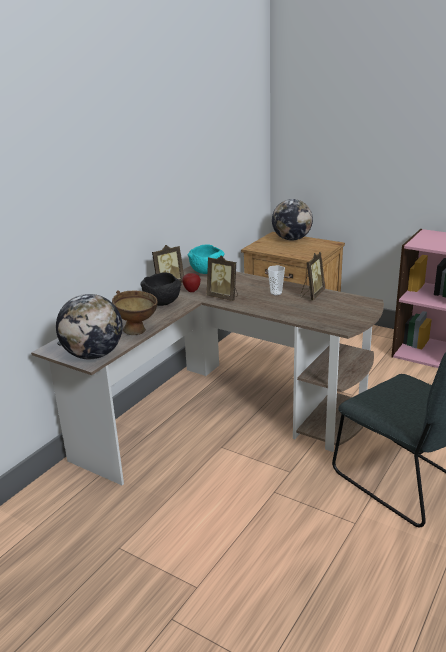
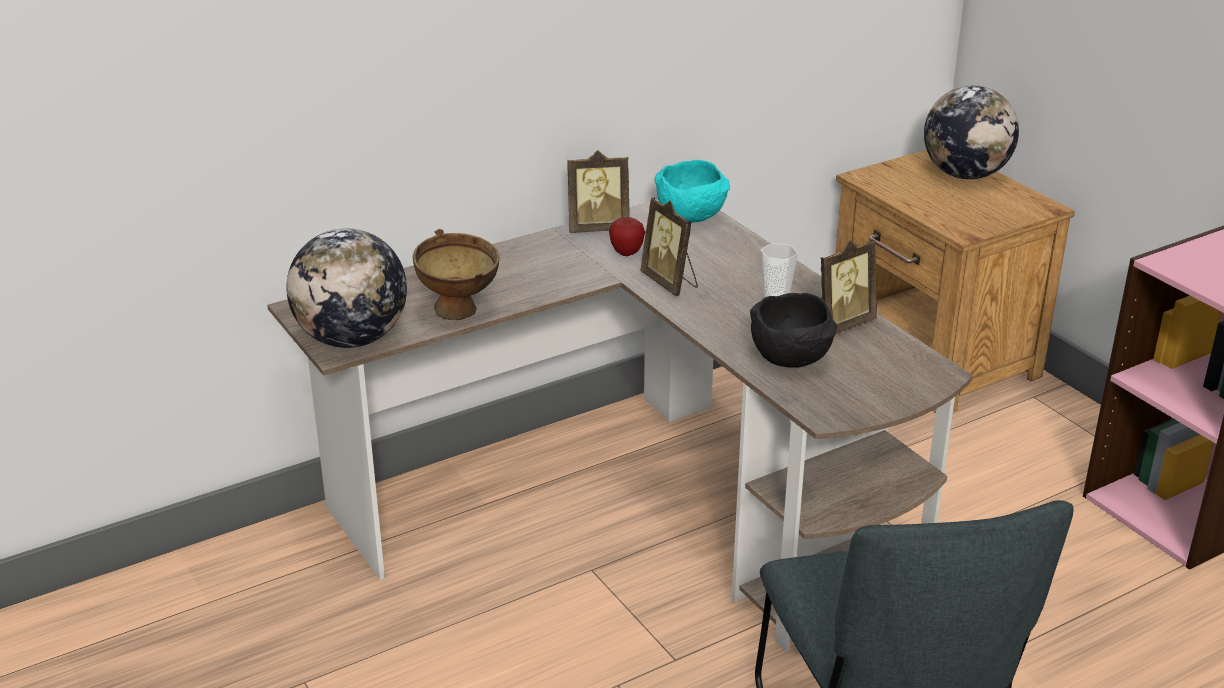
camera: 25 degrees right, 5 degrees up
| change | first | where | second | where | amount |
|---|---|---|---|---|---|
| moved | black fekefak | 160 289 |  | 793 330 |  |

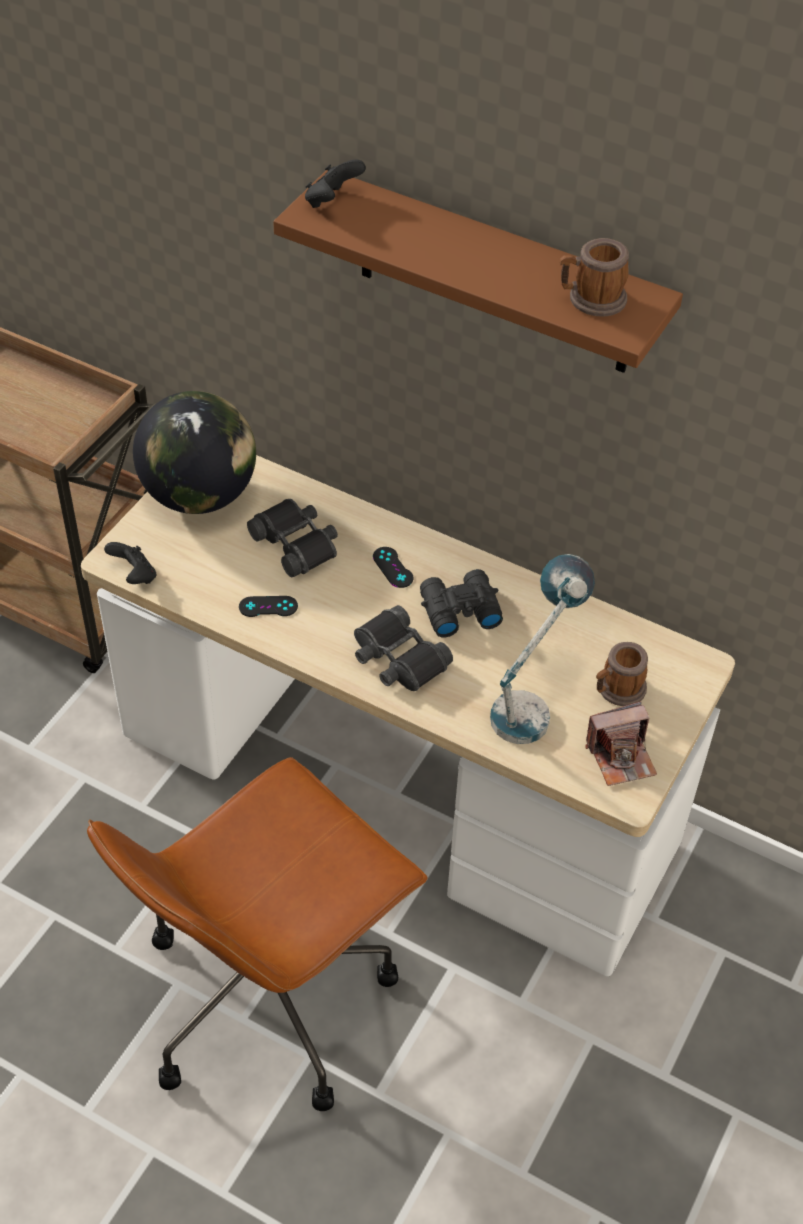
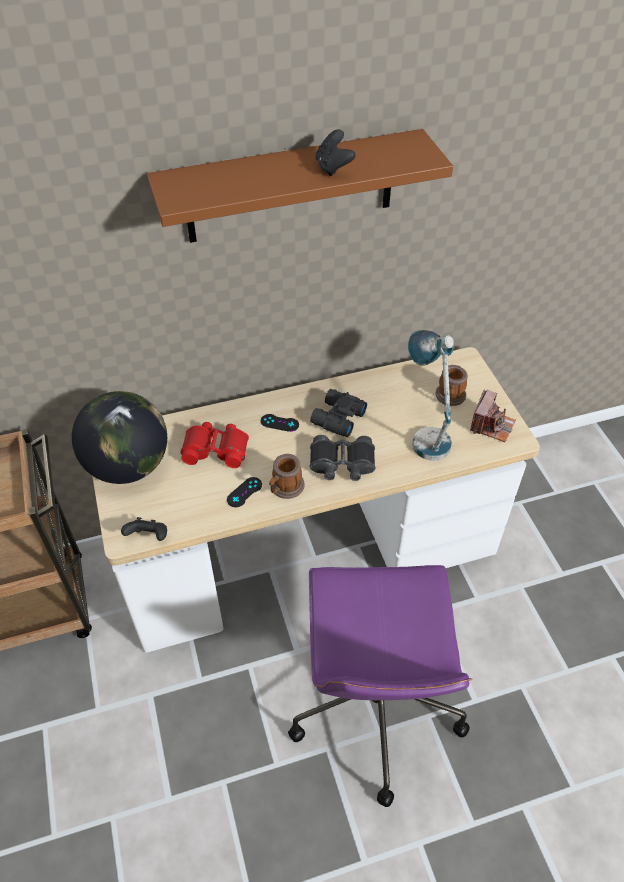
camera: 45 degrees left, 0 degrees up
| change | first | where | second | where | amount |
|---|---|---|---|---|---|
| moved | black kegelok | 335 183 |  | 335 152 |  |
| moved | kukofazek | 594 277 |  | 287 476 |  |
| recoloured | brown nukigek | 257 934 | purple nukigek | 380 686 |  |
| recoloured | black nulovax | 292 538 | red nulovax | 214 445 |  |

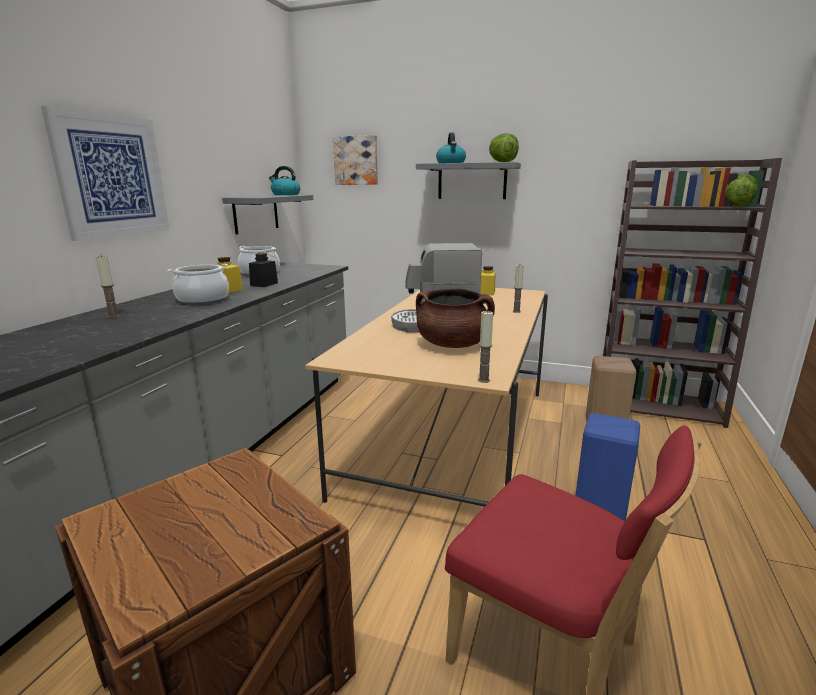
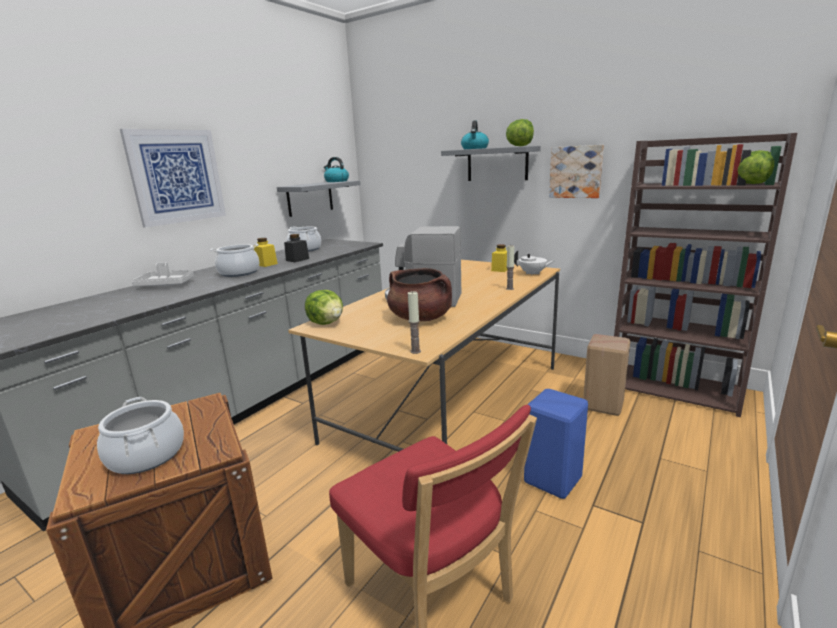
camera: 15 degrees right, 0 degrees up
| change | first | where | second | where | amount |
|---|---|---|---|---|---|
| added |  |  | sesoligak | 140 435 |  |
| added |  |  | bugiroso | 324 307 |  |
| added |  |  | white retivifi | 534 263 |  |
| moved | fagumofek | 355 160 |  | 576 171 |  |
| replaced | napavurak | 108 287 | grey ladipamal | 163 274 |  |

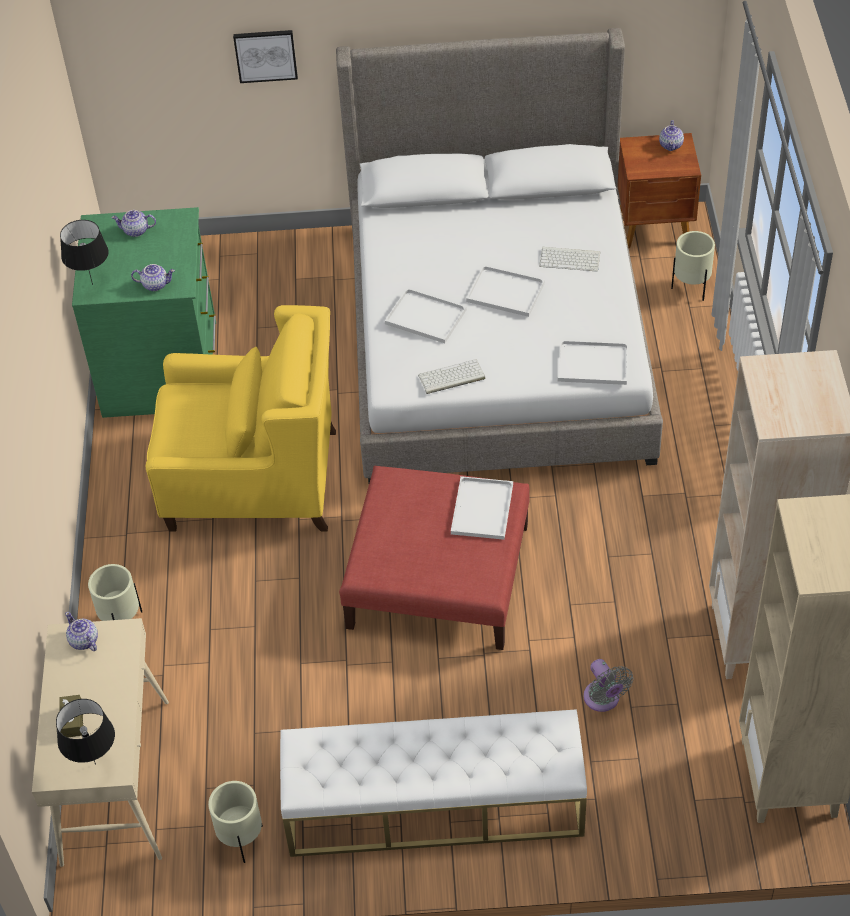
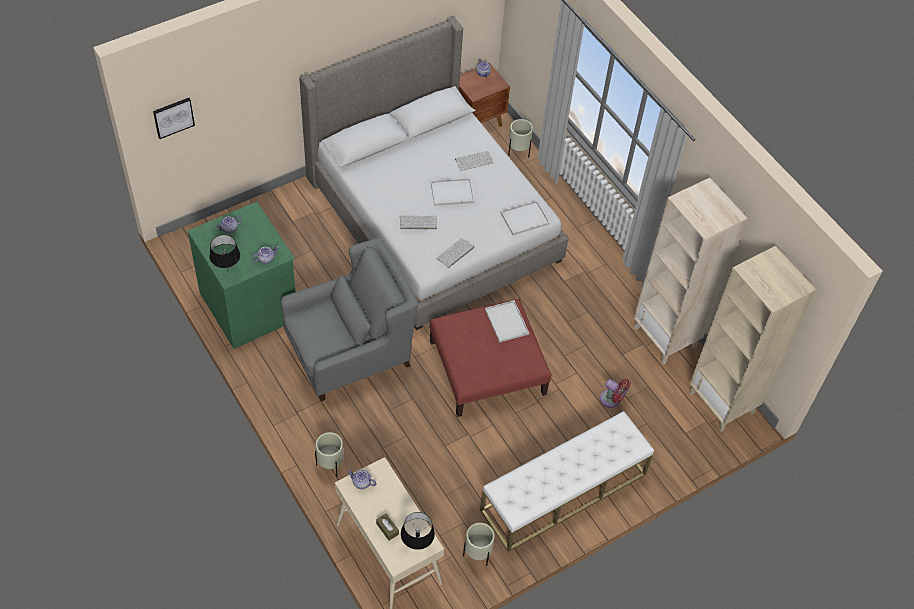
camera: 35 degrees left, 5 degrees up
| change | first | where | second | where | amount |
|---|---|---|---|---|---|
| moved | fagumofek | 265 56 |  | 174 118 |  |
| replaced | white ladipamal | 426 315 | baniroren | 418 222 |  |
| recoloured | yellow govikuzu | 241 418 | grey govikuzu | 349 320 |  |
| recoloured | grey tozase | 608 685 | red tozase | 615 393 |  |

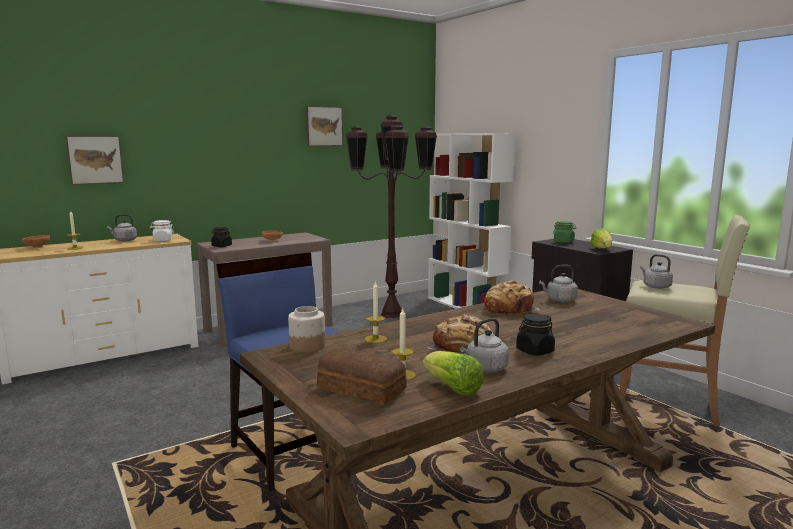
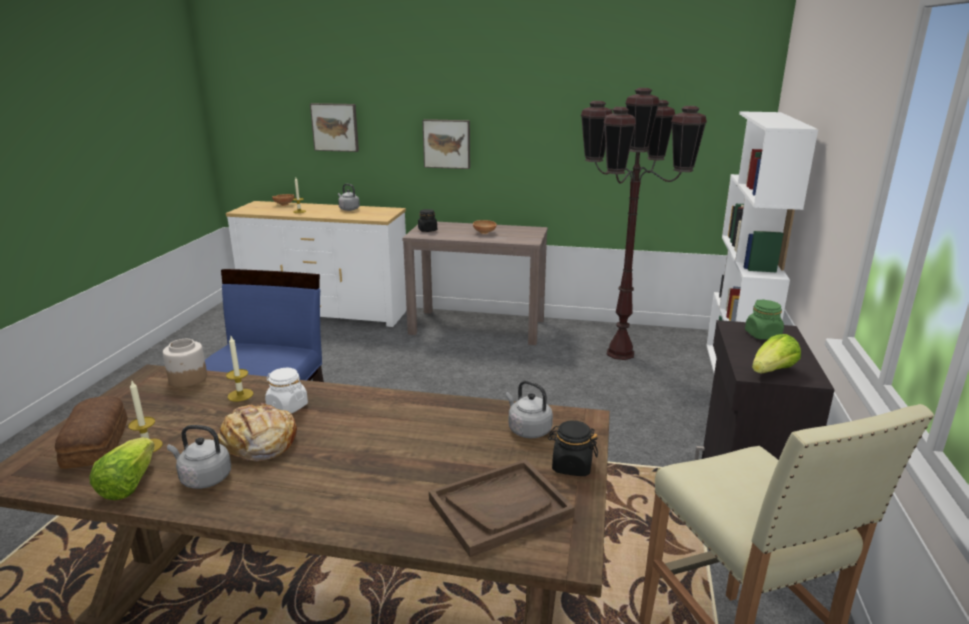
camera: 45 degrees right, 10 degrees up
| change | first | where | second | where | amount |
|---|---|---|---|---|---|
| removed | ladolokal | 511 298 |  |  |  |
| removed | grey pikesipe | 656 271 |  |  |  |
| added |  |  | brown ladipamal | 502 508 |  |
| moved | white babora | 162 231 |  | 286 391 |  |
| moved | fagumofek | 324 126 |  | 446 144 |  |
| moved | black babora | 535 335 |  | 573 448 |  |

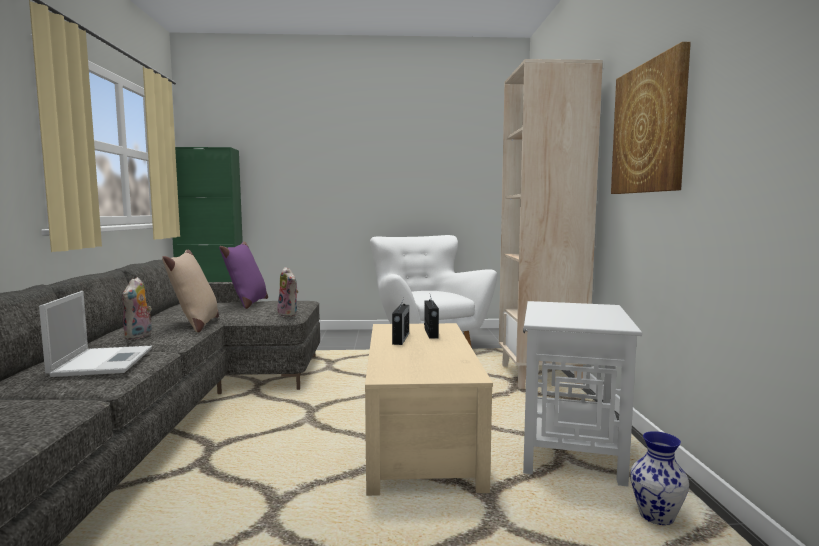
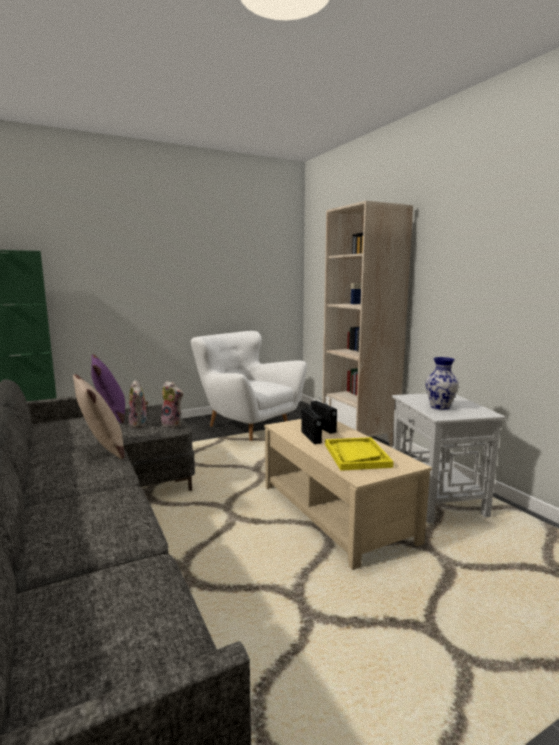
camera: 25 degrees left, 5 degrees up
| change | first | where | second | where | amount |
|---|---|---|---|---|---|
| removed | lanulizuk | 95 334 |  |  |  |
| removed | fagumofek | 651 118 |  |  |  |
| added |  |  | yellow ladipamal | 359 454 |  |
| moved | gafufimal | 137 308 |  | 139 404 |  |
| moved | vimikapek | 659 478 |  | 442 383 |  |

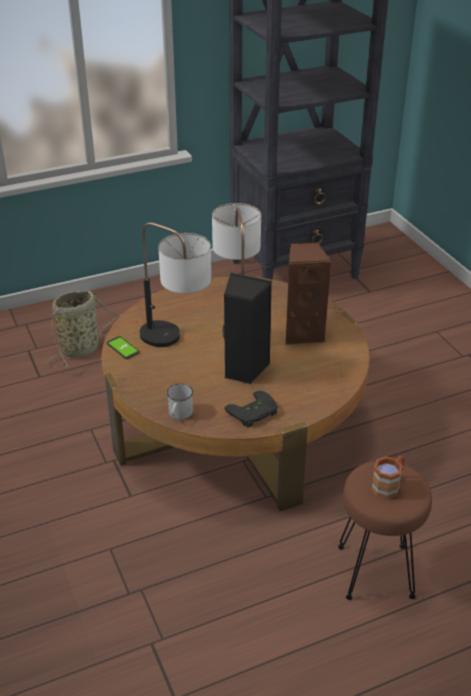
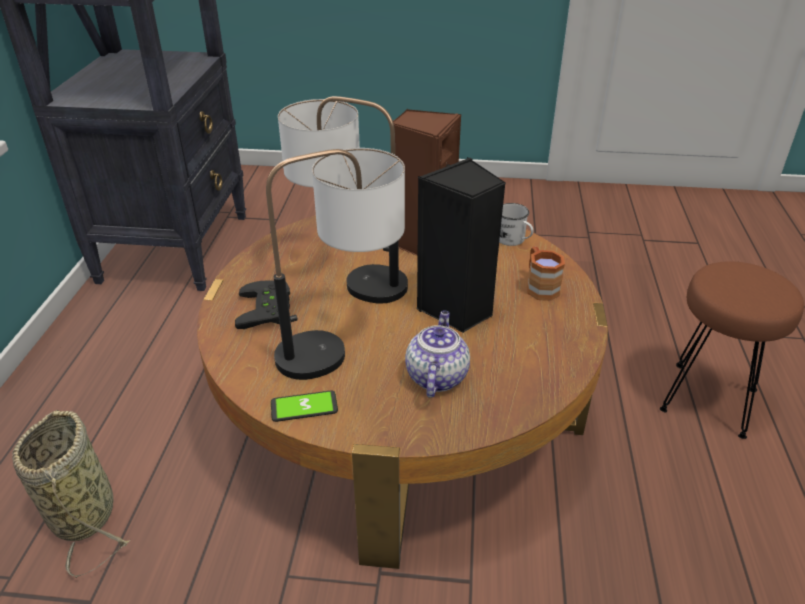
camera: 60 degrees left, 0 degrees up
| change | first | where | second | where | amount |
|---|---|---|---|---|---|
| added |  |  | retivifi | 437 354 |  |
| moved | white kukofazek | 180 402 |  | 516 224 |  |
| moved | black kegelok | 251 409 |  | 262 305 |  |
| moved | brown kukofazek | 387 477 |  | 546 274 |  |

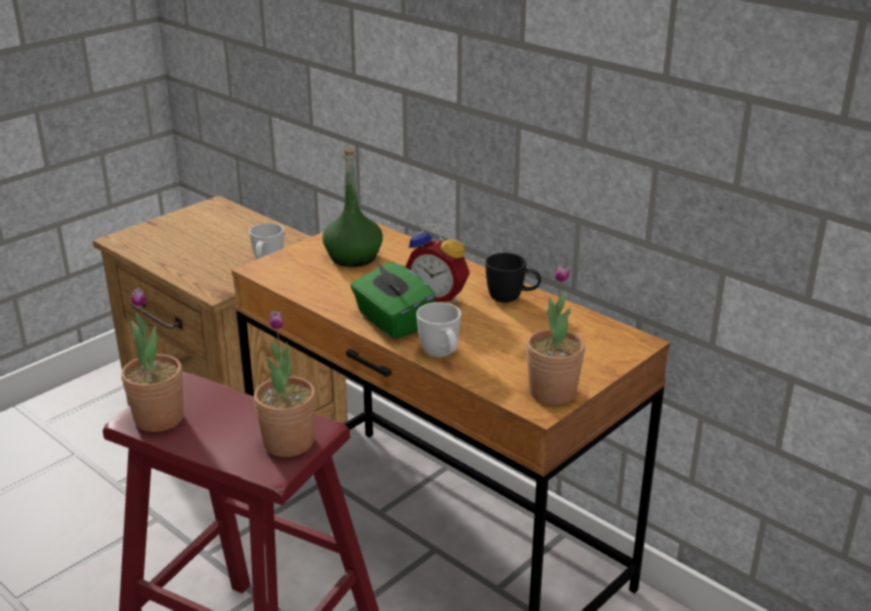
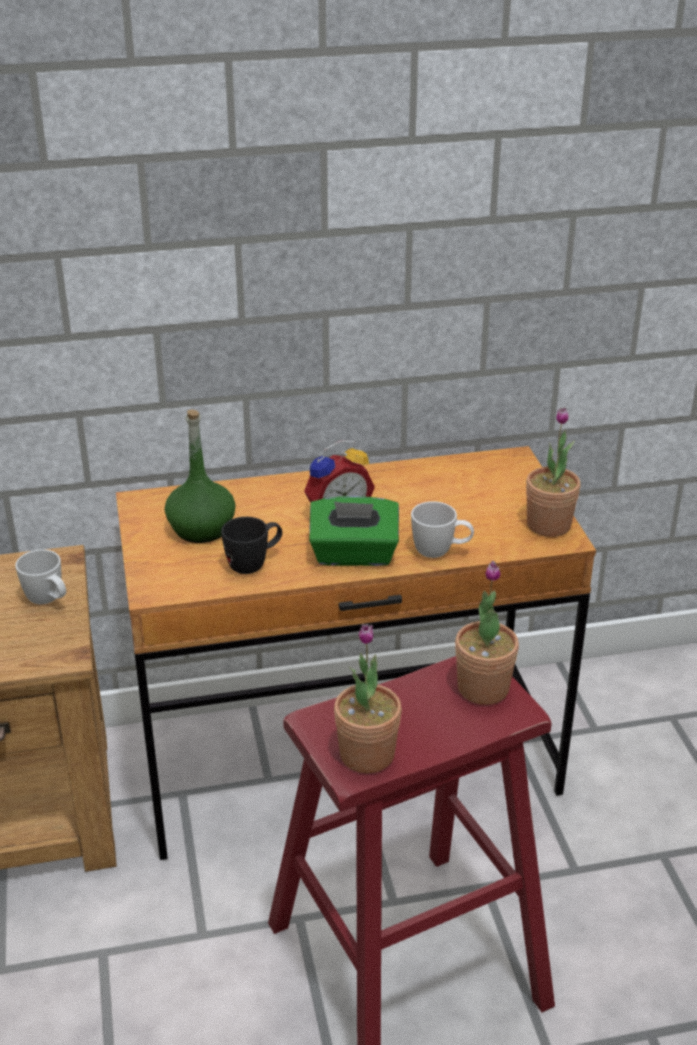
camera: 55 degrees left, 5 degrees up
| change | first | where | second | where | amount |
|---|---|---|---|---|---|
| moved | black kukofazek | 513 278 |  | 251 545 |  |

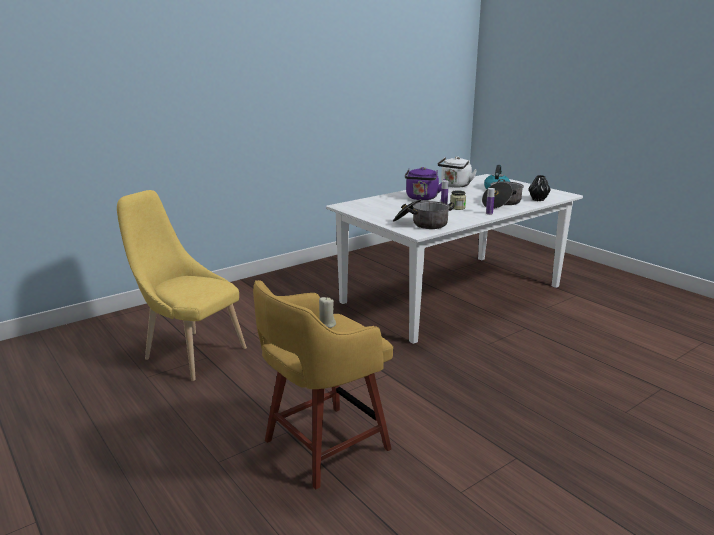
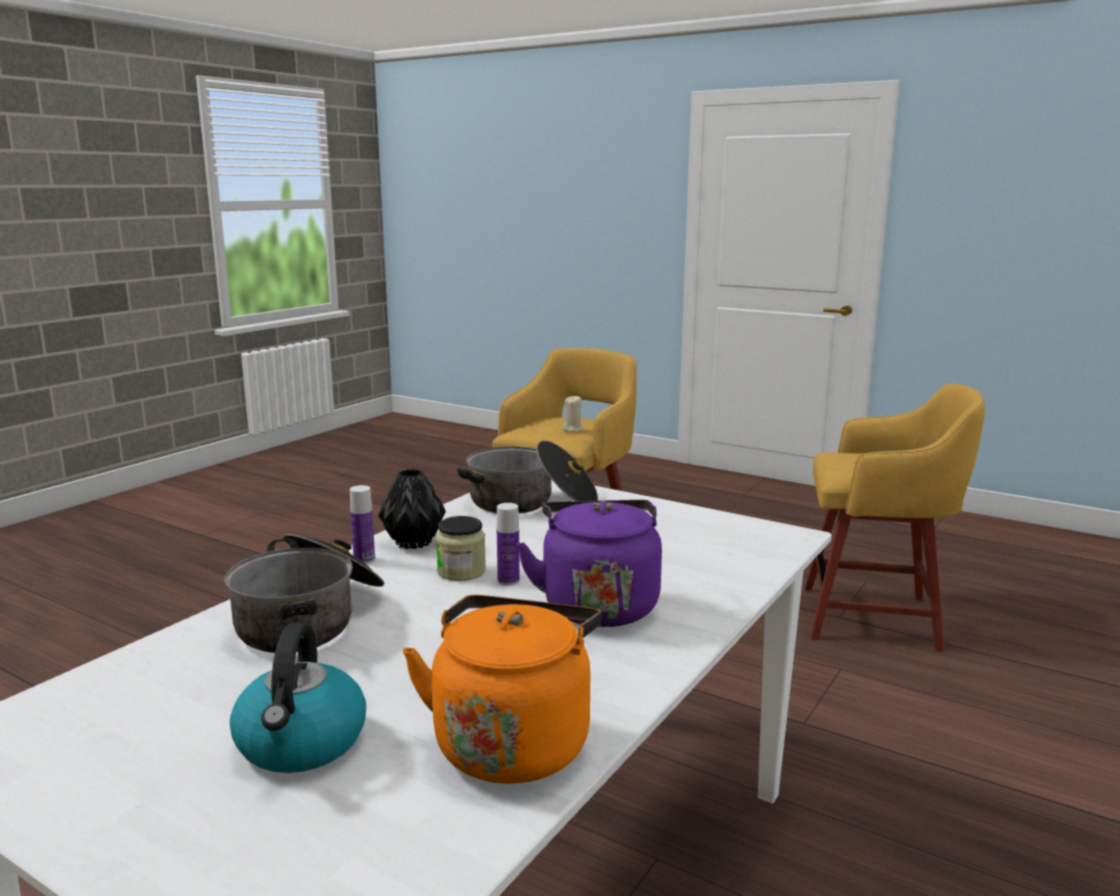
camera: 160 degrees right, 5 degrees down
| change | first | where | second | where | amount |
|---|---|---|---|---|---|
| moved | black vimikapek | 539 188 |  | 412 509 |  |
| replaced | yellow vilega | 182 285 | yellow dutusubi | 895 517 |  |
| recoloured | white pikesipe | 457 172 | orange pikesipe | 502 689 |  |

